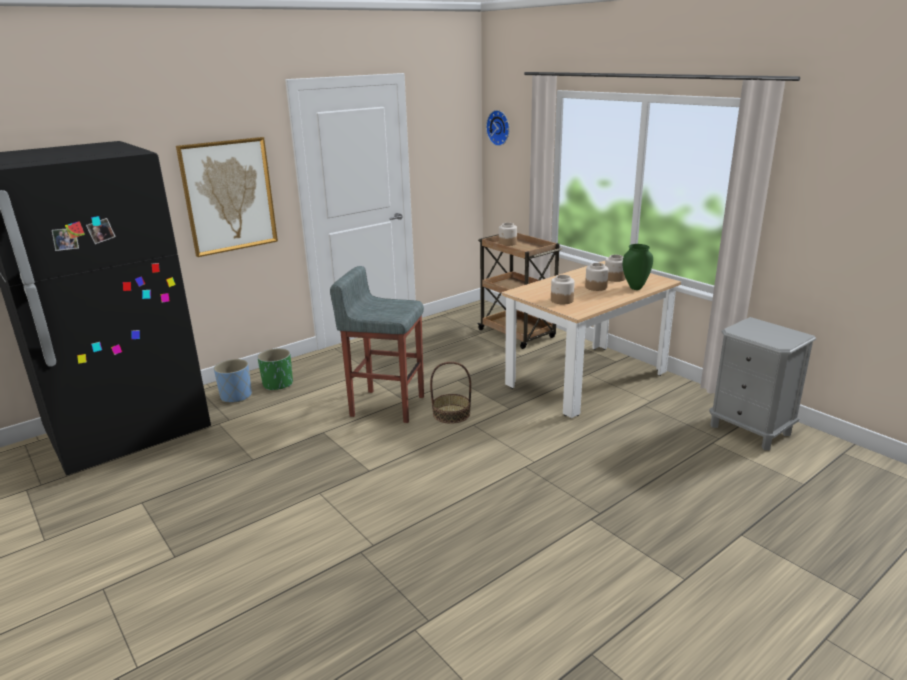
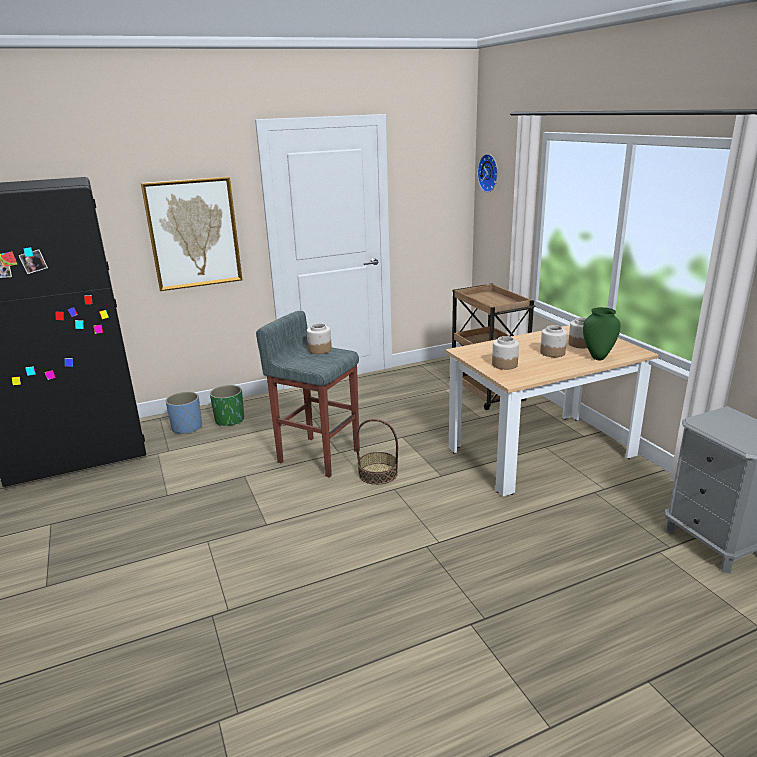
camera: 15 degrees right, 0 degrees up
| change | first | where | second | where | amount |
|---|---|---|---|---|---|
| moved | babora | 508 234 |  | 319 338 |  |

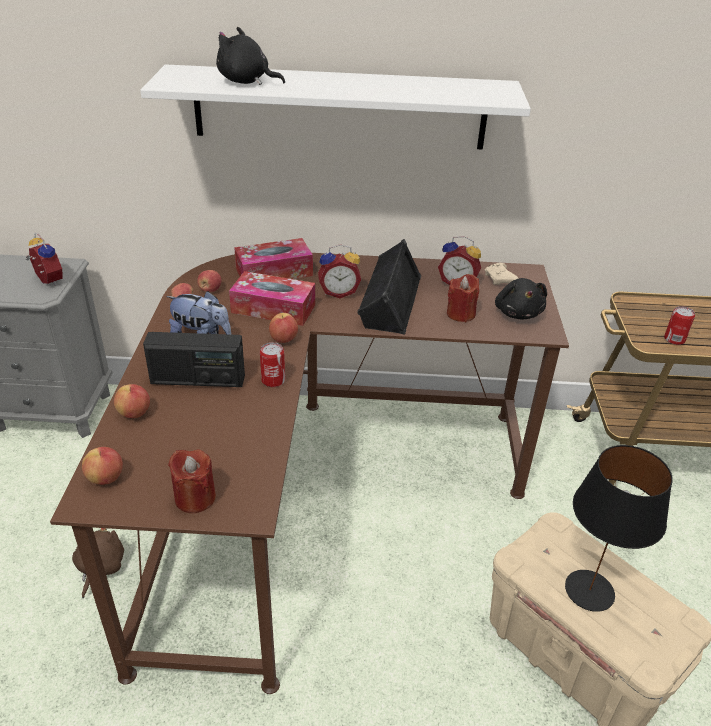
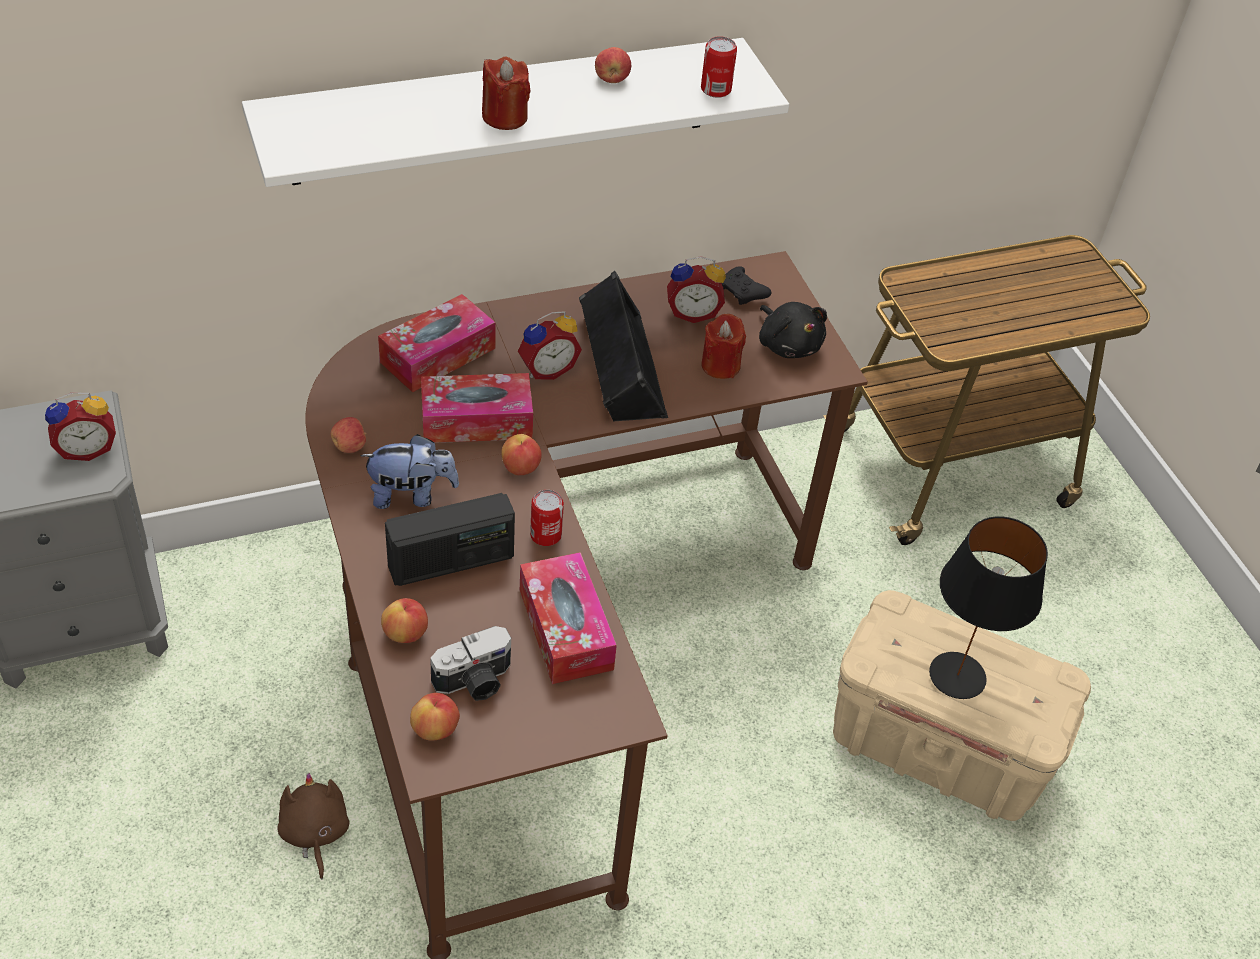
camera: 25 degrees left, 10 degrees up
| change | first | where | second | where | amount |
|---|---|---|---|---|---|
| removed | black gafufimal | 250 56 |  |  |  |
| added |  |  | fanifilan | 470 663 |  |
| added |  |  | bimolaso | 568 618 |  |
| moved | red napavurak | 192 481 |  | 506 93 |  |
| moved | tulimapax | 209 281 |  | 613 65 |  |
| moved | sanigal | 679 325 |  | 719 67 |  |
| recoloured | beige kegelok | 502 274 | black kegelok | 746 285 |  |
| turned | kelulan | 44 259 |  | 80 426 | 135 degrees clockwise |

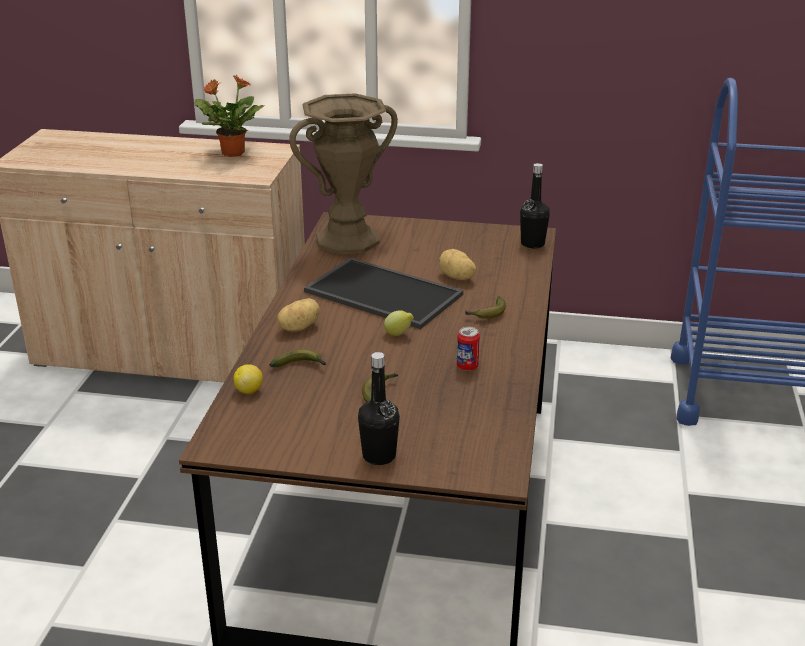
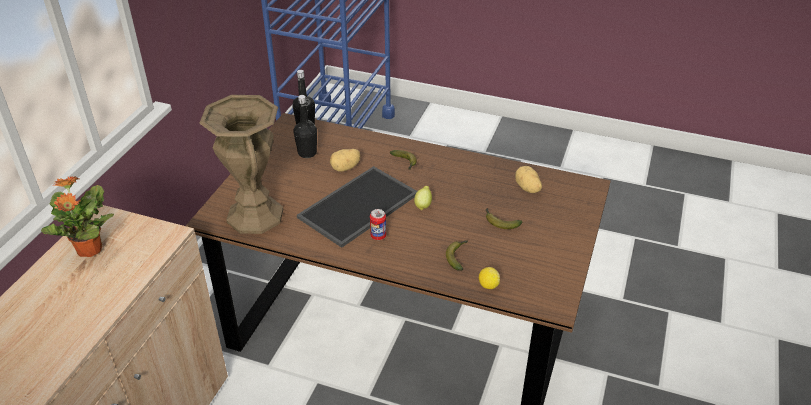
camera: 80 degrees left, 10 degrees up
| change | first | where | second | where | amount |
|---|---|---|---|---|---|
| moved | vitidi | 298 314 |  | 528 179 |  |
| moved | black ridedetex | 379 408 |  | 305 126 |  |
| moved | sanigal | 468 349 |  | 378 224 |  |

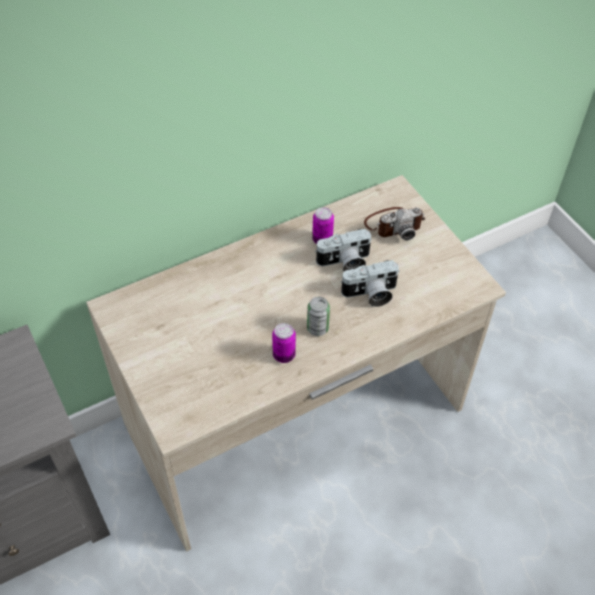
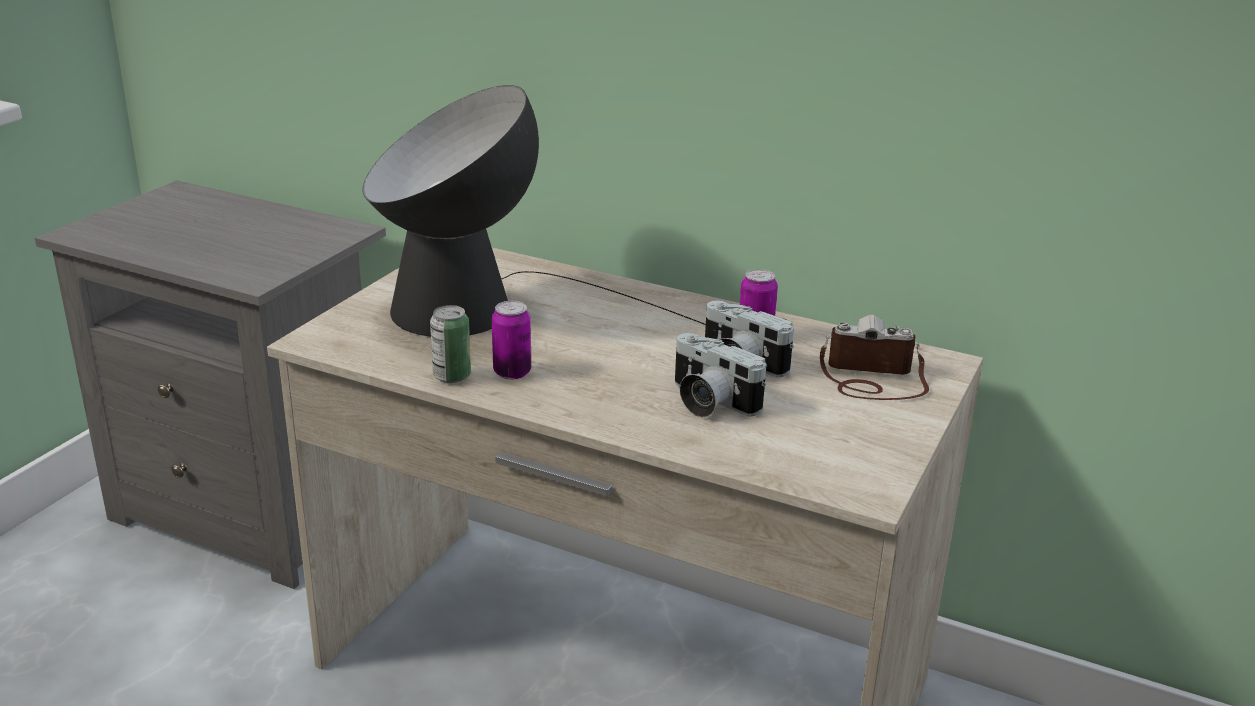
camera: 55 degrees right, 25 degrees down
| change | first | where | second | where | amount |
|---|---|---|---|---|---|
| added |  |  | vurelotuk | 534 211 |  |
| moved | sanigal | 318 316 |  | 450 344 |  |
| turned | fanifilan | 394 224 |  | 874 357 | 150 degrees clockwise |

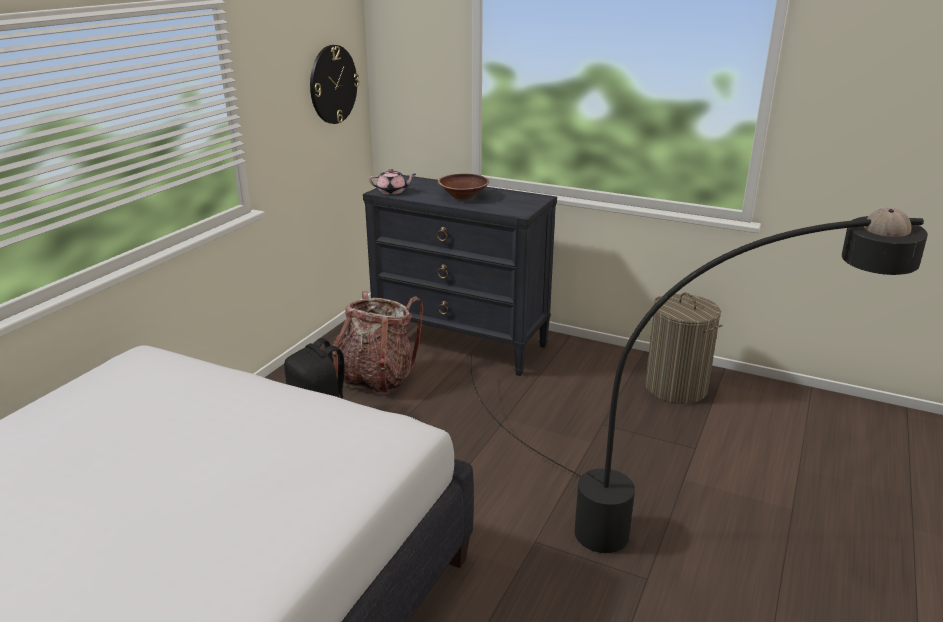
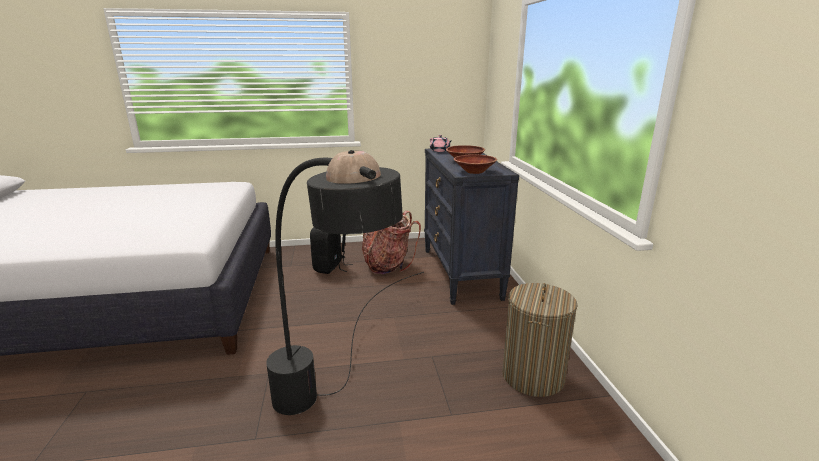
camera: 55 degrees right, 5 degrees down
| change | first | where | second | where | amount |
|---|---|---|---|---|---|
| removed | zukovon | 334 84 |  |  |  |
| added |  |  | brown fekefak | 475 164 |  |

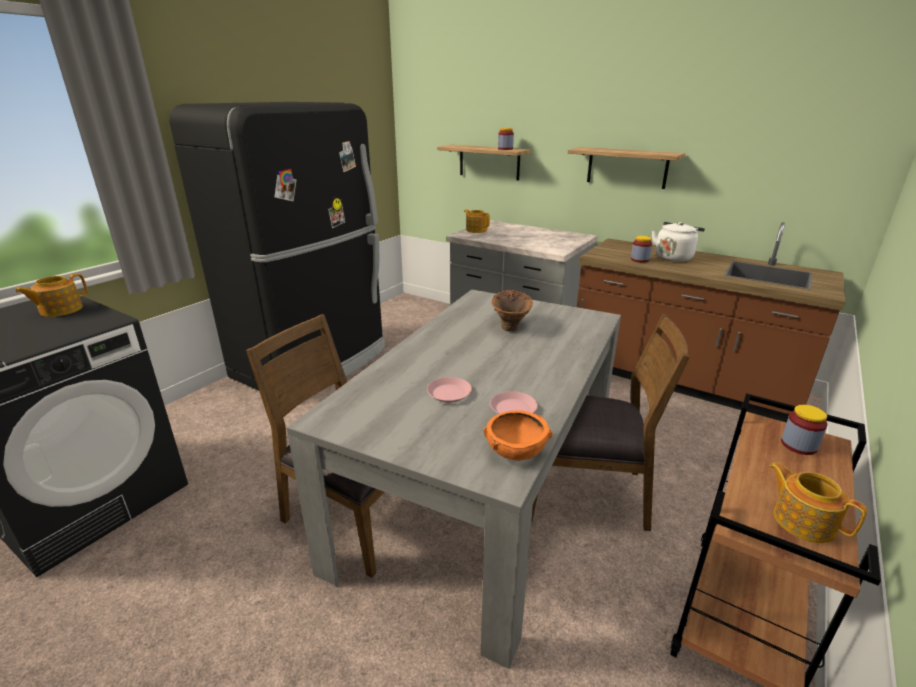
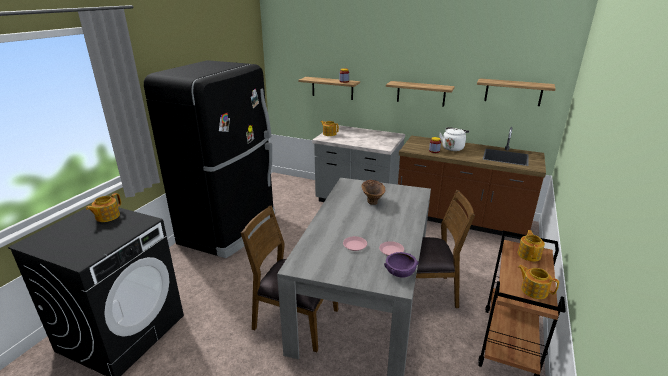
camera: 10 degrees left, 0 degrees up
| change | first | where | second | where | amount |
|---|---|---|---|---|---|
| added |  |  | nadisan | 516 92 |  |
| replaced | babora | 804 430 | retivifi | 531 246 |  |
| recoloured | orange fekefak | 518 435 | purple fekefak | 401 265 |  |

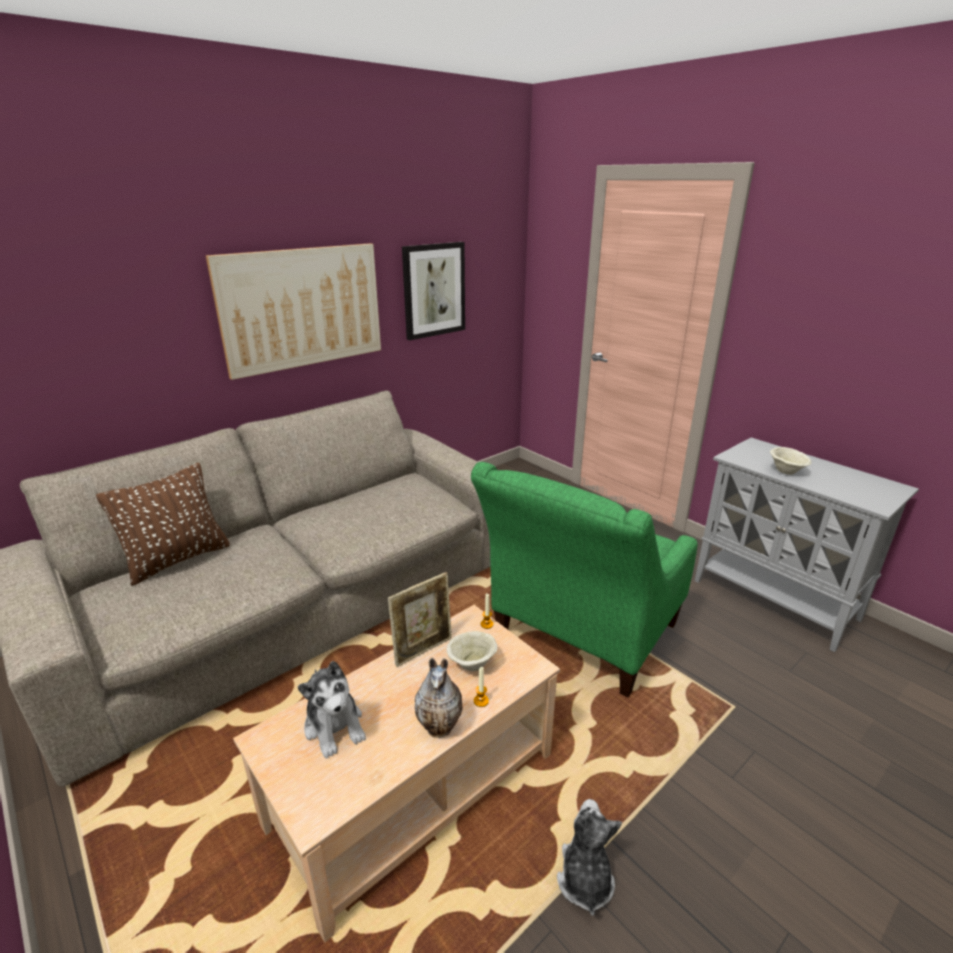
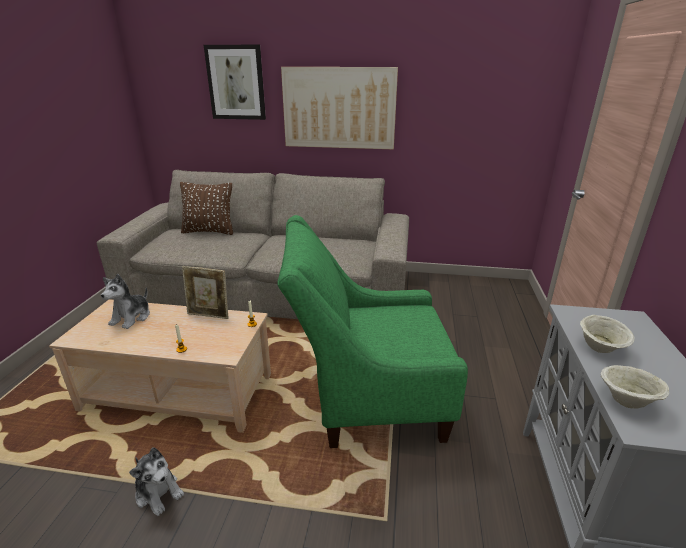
camera: 50 degrees right, 0 degrees up
| change | first | where | second | where | amount |
|---|---|---|---|---|---|
| removed | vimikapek | 439 698 |  |  |  |
| moved | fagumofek | 433 291 |  | 235 82 |  |
| moved | beige fekefak | 472 651 |  | 635 387 |  |
| turned | gafufimal | 589 857 |  | 156 481 | 75 degrees clockwise |

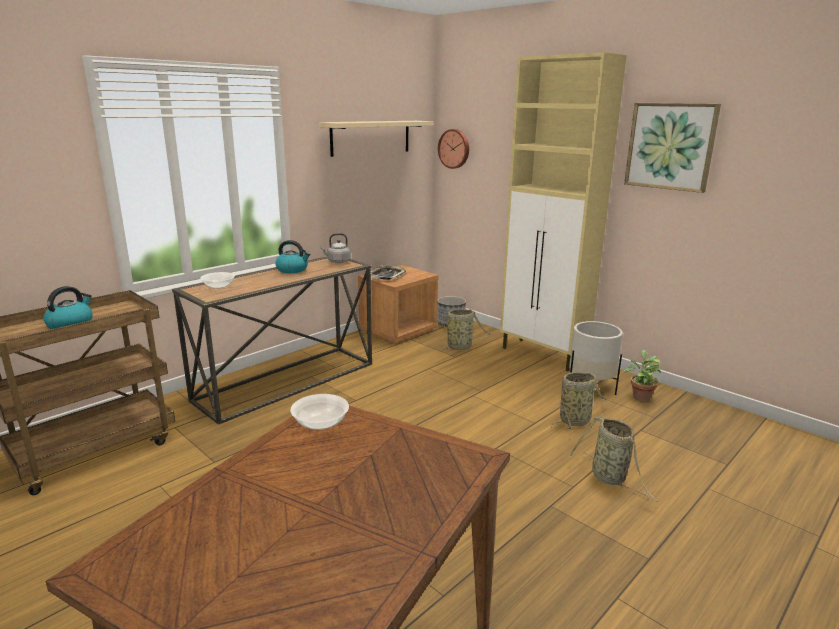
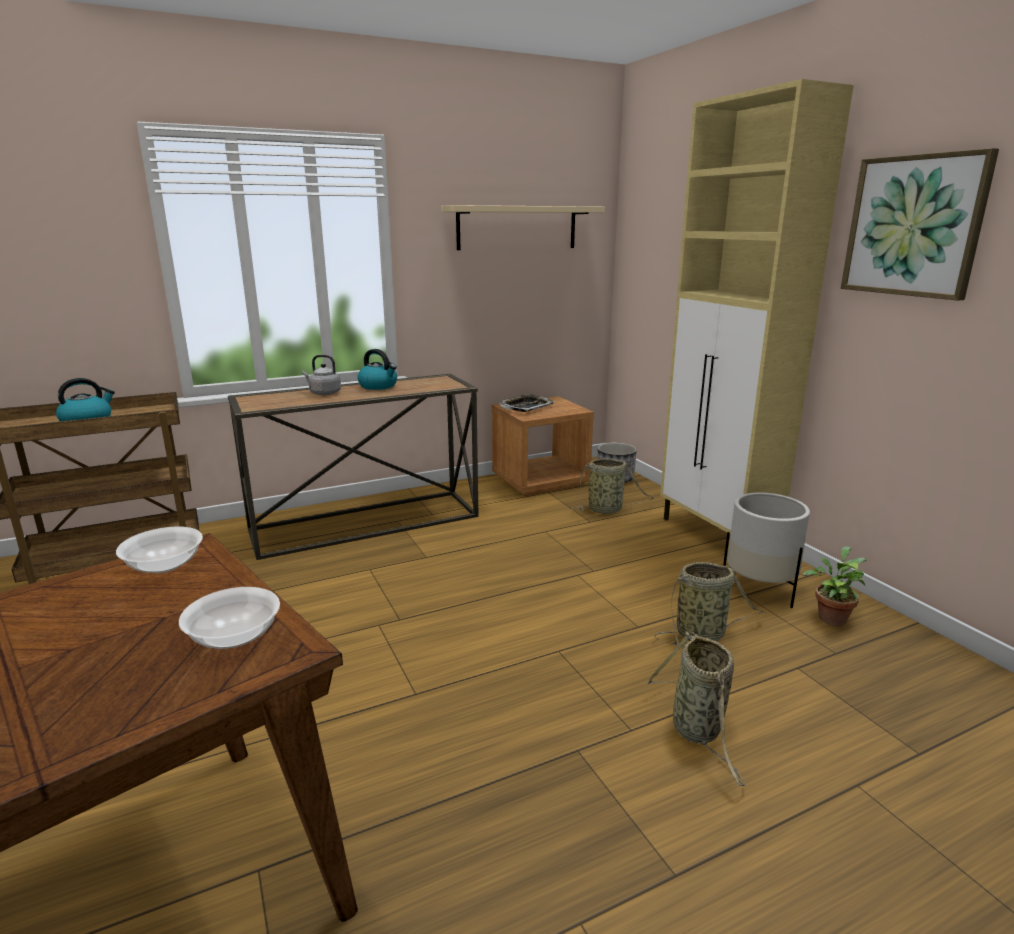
camera: 20 degrees right, 0 degrees up
| change | first | where | second | where | amount |
|---|---|---|---|---|---|
| removed | zukovon | 453 149 |  |  |  |
| moved | fekefak | 217 280 |  | 229 618 |  |
| moved | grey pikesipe | 335 248 |  | 321 375 |  |

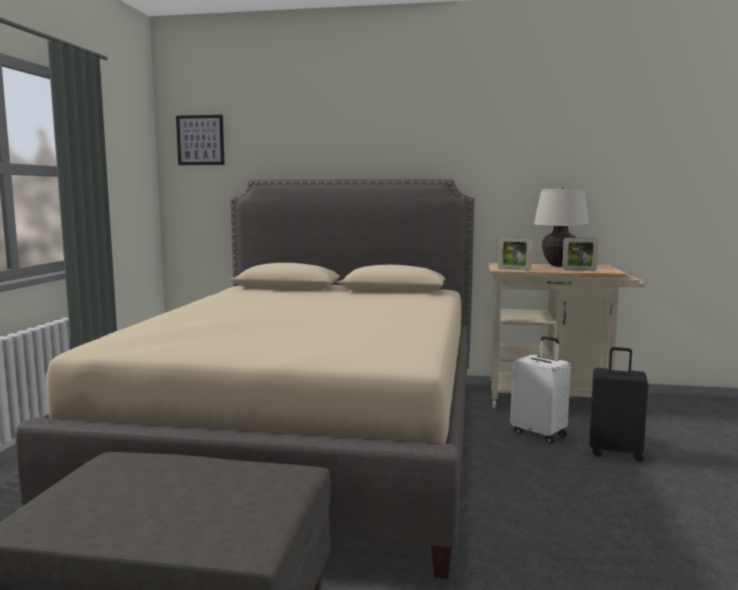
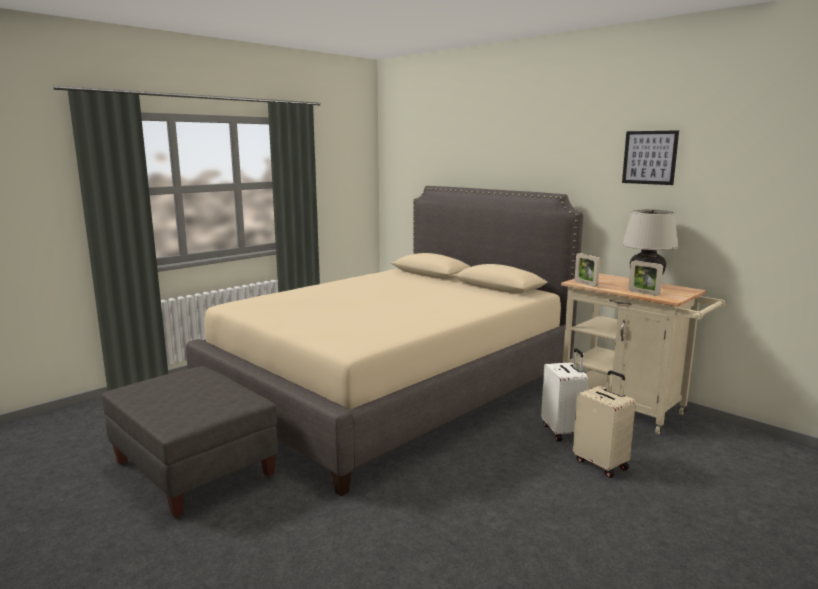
camera: 35 degrees right, 5 degrees up
| change | first | where | second | where | amount |
|---|---|---|---|---|---|
| moved | fagumofek | 200 140 |  | 650 157 |  |
| recoloured | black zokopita | 618 404 | beige zokopita | 604 424 |  |

